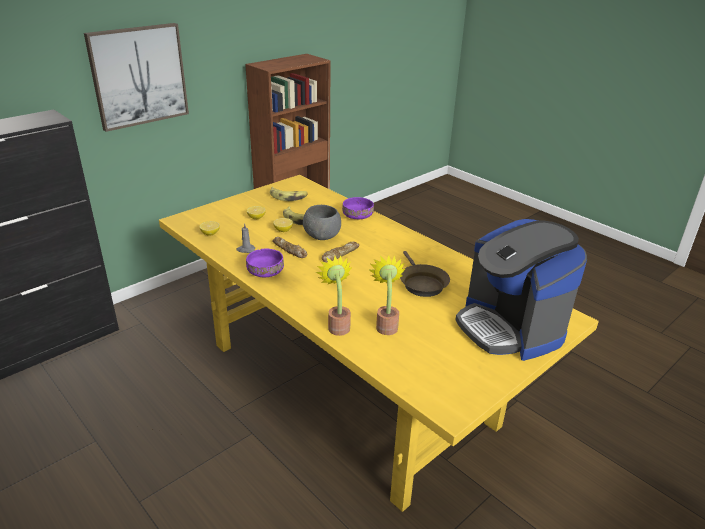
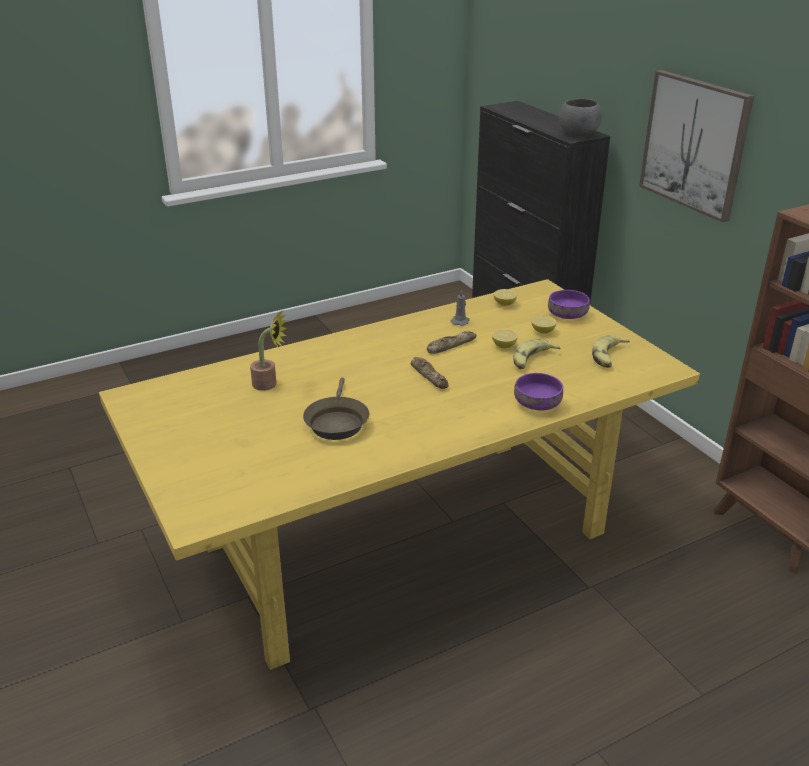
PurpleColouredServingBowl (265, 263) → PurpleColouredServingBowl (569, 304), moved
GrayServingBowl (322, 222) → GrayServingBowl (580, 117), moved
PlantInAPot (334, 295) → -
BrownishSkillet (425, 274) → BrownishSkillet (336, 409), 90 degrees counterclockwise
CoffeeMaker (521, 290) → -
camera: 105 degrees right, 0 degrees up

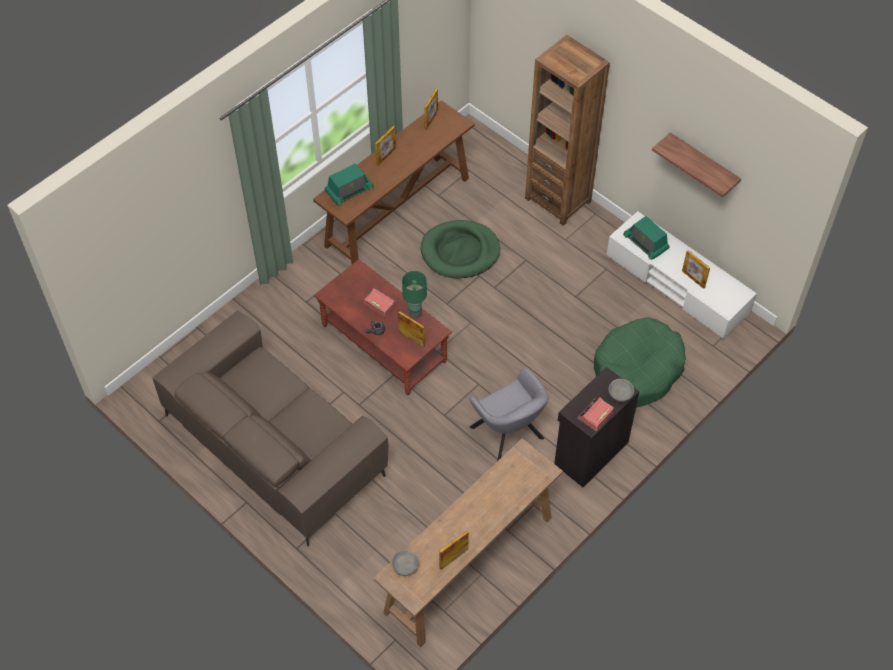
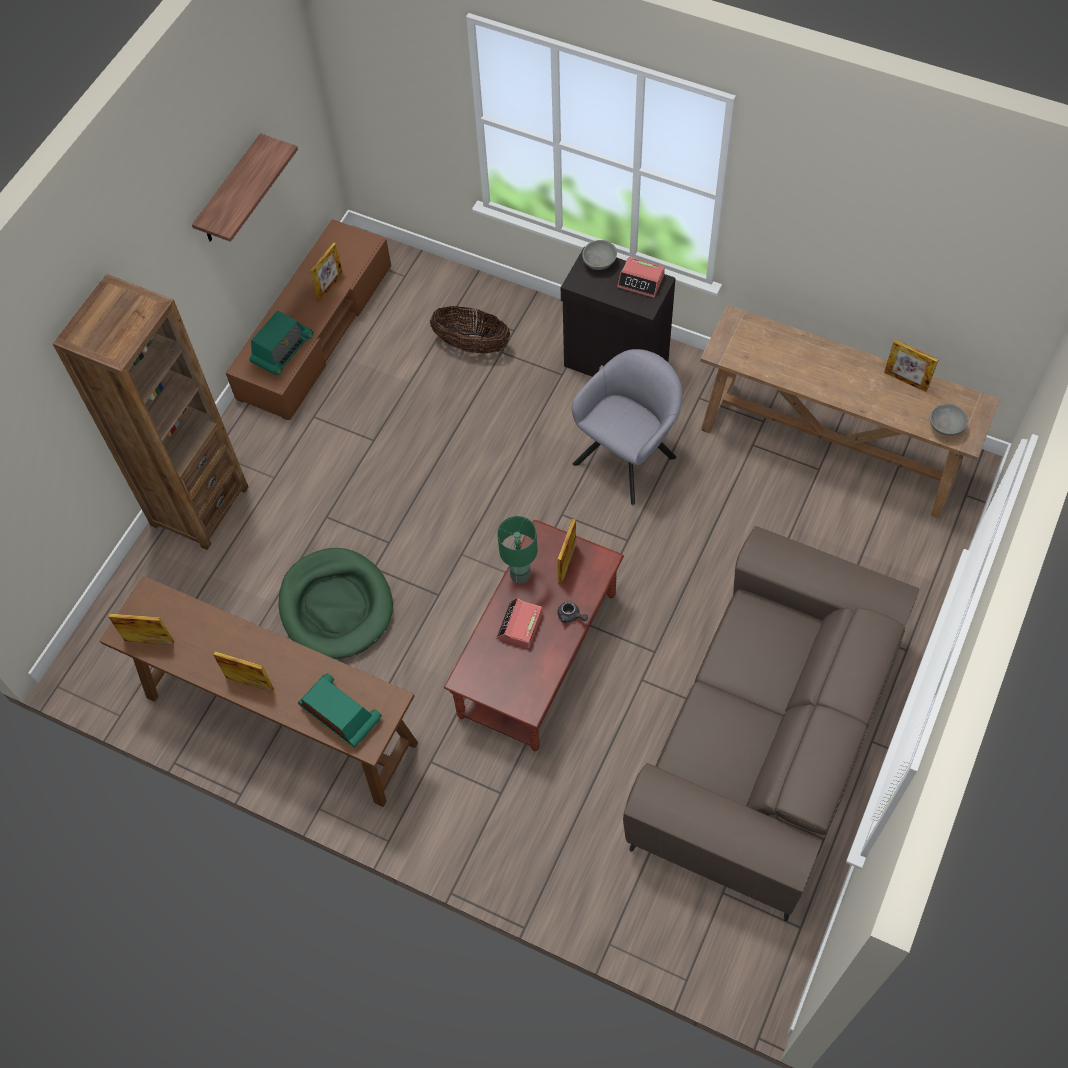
GreenColouredDogCushion (639, 363) → StorageBasket (470, 330)
WhitishTvStand (682, 275) → BrownishTvStand (308, 319)
camera: 105 degrees left, 5 degrees up

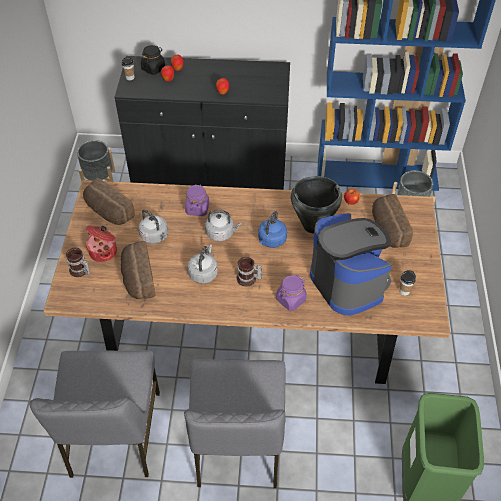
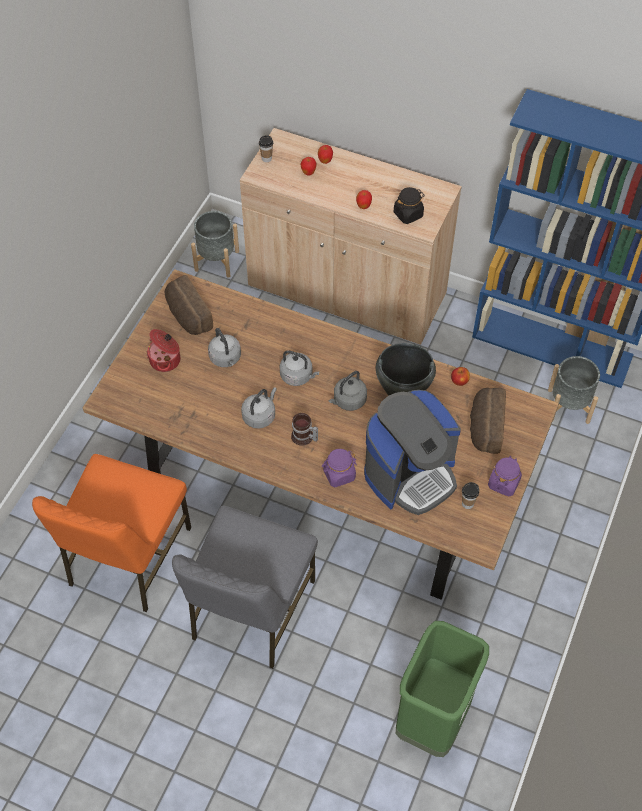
GrayPlainChair (95, 414) → OrangeColouredPlainChair (111, 533)
TeaMug (78, 262) → -
BlackStorageCabinet (202, 123) → BeigeColouredStorageCabinet (351, 236)
Bread (138, 270) → -
BlackStorageJar (153, 60) → BlackStorageJar (409, 205), moved
PurpleColouredStorageJar (197, 200) → PurpleColouredStorageJar (505, 476), moved
BlueKettle (272, 229) → GrayKettle (347, 391)
CoffeeMaker (351, 264) → CoffeeMaker (412, 452), 60 degrees clockwise
camera: 20 degrees right, 5 degrees up

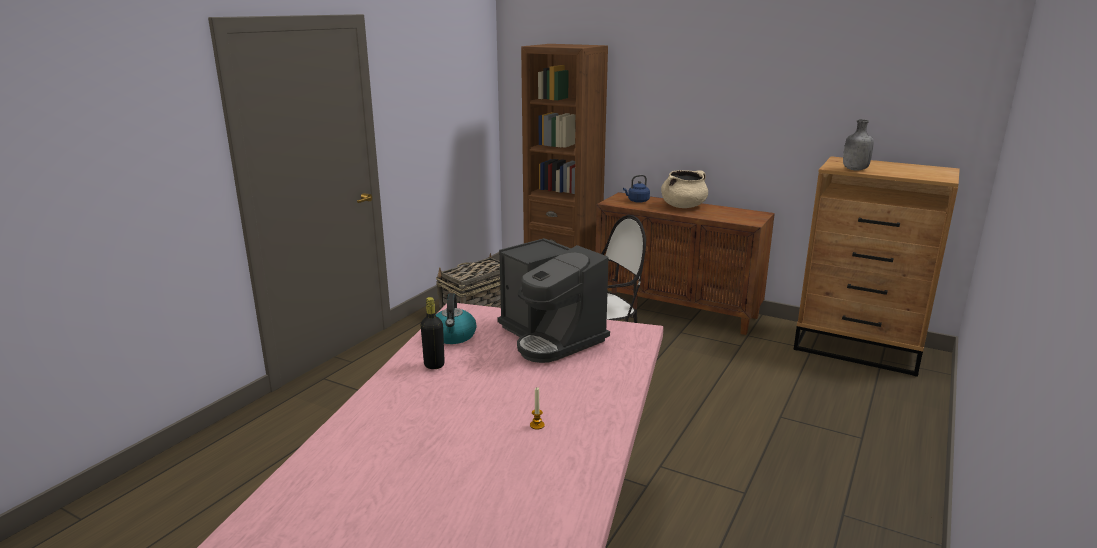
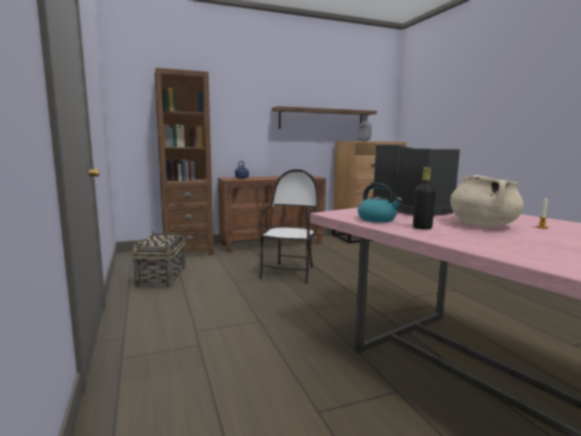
CoffeeMaker (553, 300) → CoffeeMaker (416, 180), 120 degrees counterclockwise
BeigeColouredStockpot (684, 189) → BeigeColouredStockpot (487, 201), moved
- → BrownishShelf (324, 117)
camera: 50 degrees left, 10 degrees down

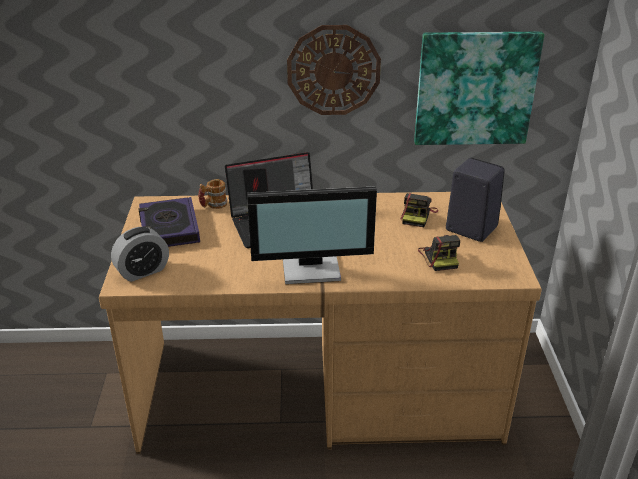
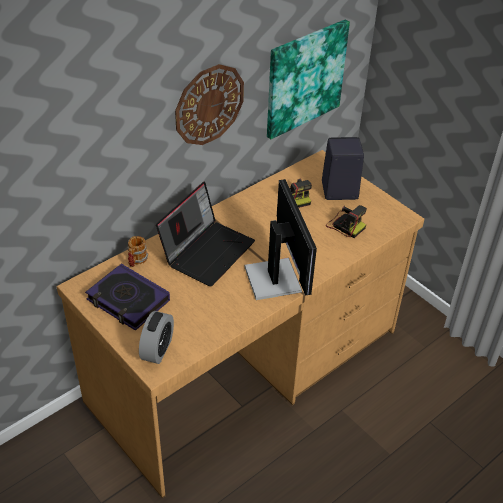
Monitor (312, 235) → Monitor (280, 239), 60 degrees counterclockwise
camera: 40 degrees left, 10 degrees up

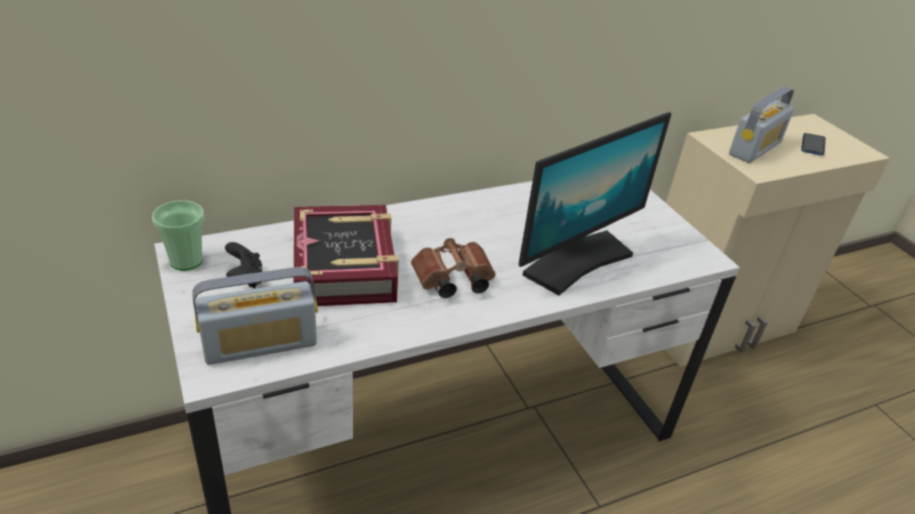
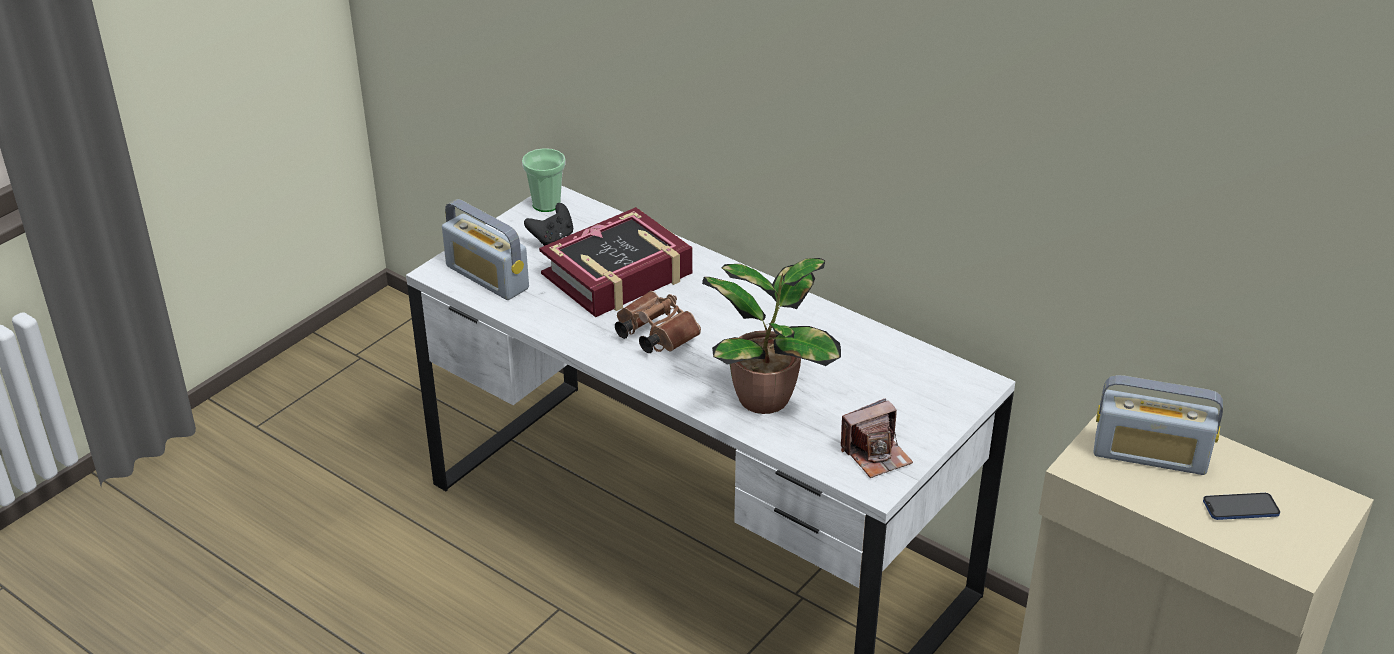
Monitor (595, 203) → PlantInAPot (771, 336)
- → PhotoCamera (877, 438)
camera: 65 degrees right, 0 degrees up

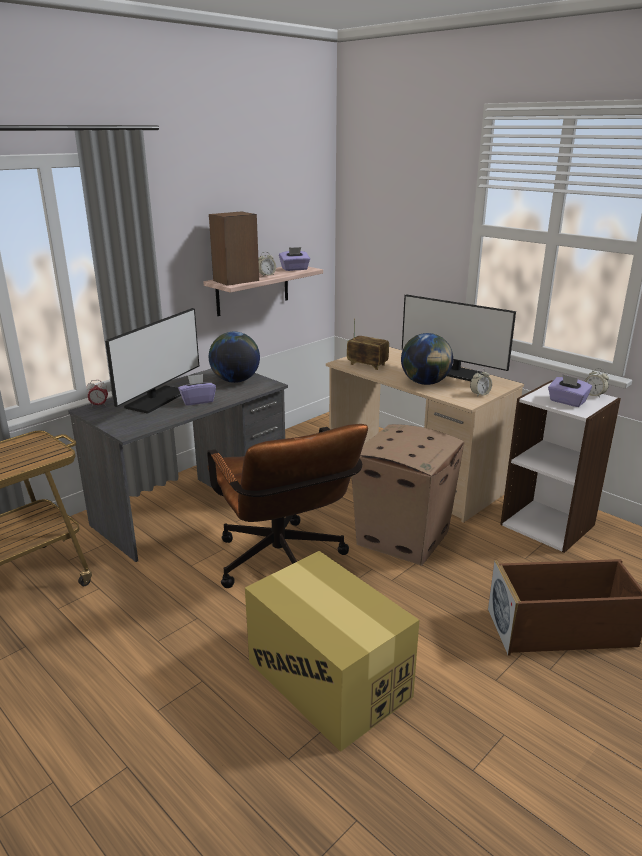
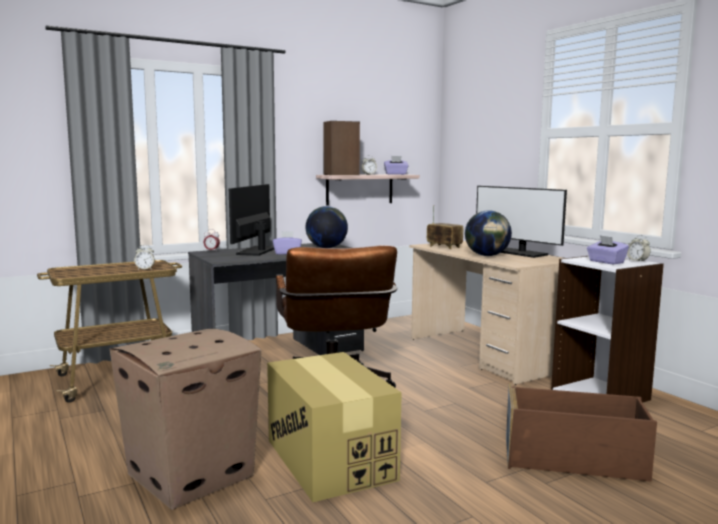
Monitor (152, 361) → Monitor (251, 220), 150 degrees clockwise
CardboardBox (408, 495) → CardboardBox (185, 419), moved
BedsideClock (481, 383) → BedsideClock (144, 257), moved
camera: 15 degrees right, 15 degrees down

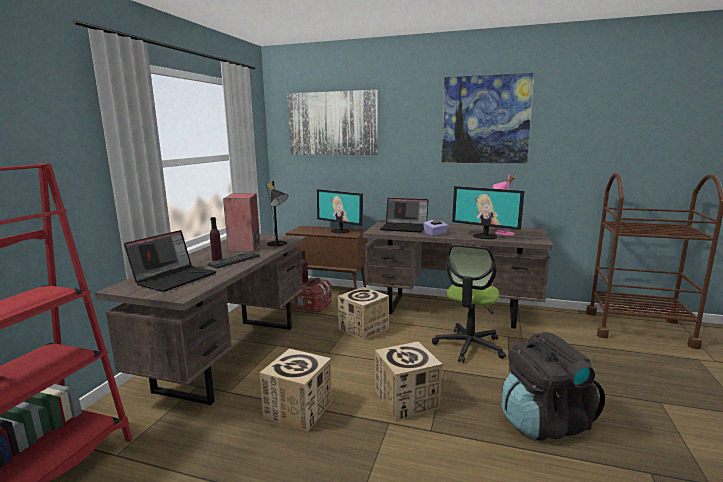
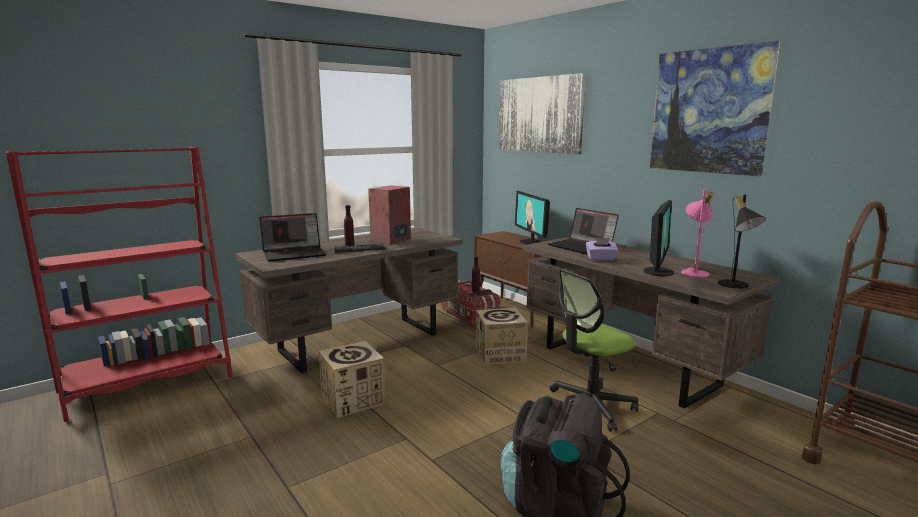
BlackTabletopLamp (277, 213) → BlackTabletopLamp (742, 242), moved
CardboardBox (409, 381) → -
Monitor (488, 212) → Monitor (659, 238), 135 degrees counterclockwise
camera: 35 degrees right, 0 degrees up

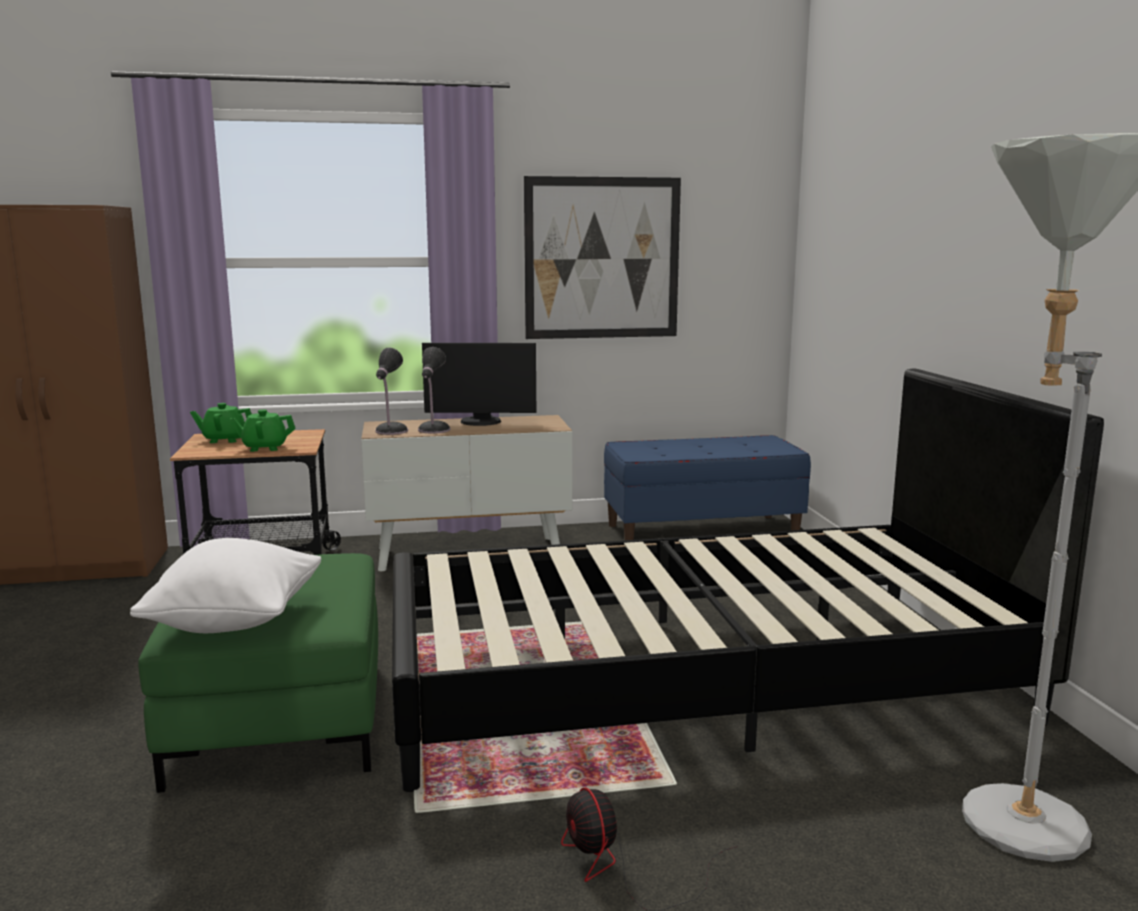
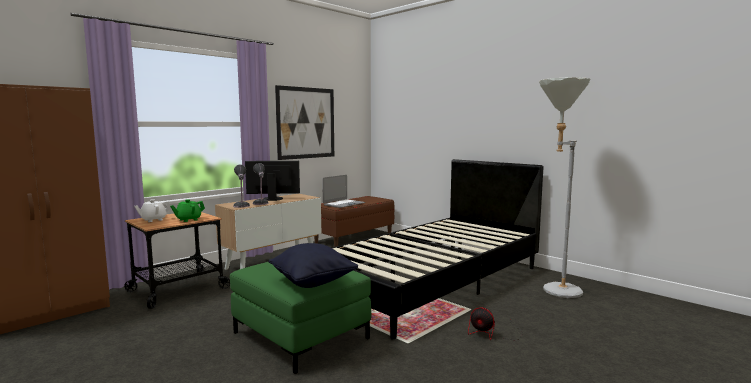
WhitishPillow (225, 585) → BlackPillow (313, 265)
GreenColouredTeapot (221, 423) → WhitishTeapot (152, 210)
Monitor (479, 384) → Monitor (272, 181), 150 degrees counterclockwise
BlueIndoorBench (707, 487) → BrownishIndoorBench (354, 221)
- → NotebookComputer (343, 191)
camera: 35 degrees left, 5 degrees down

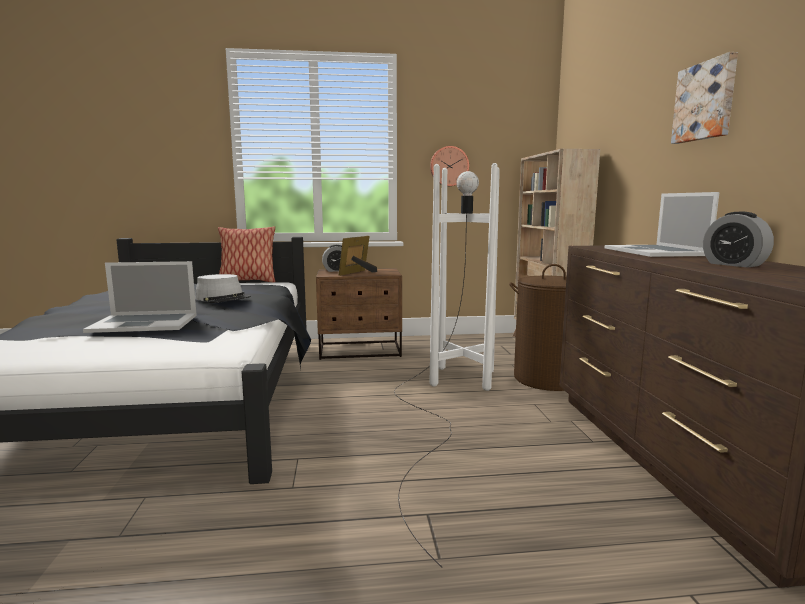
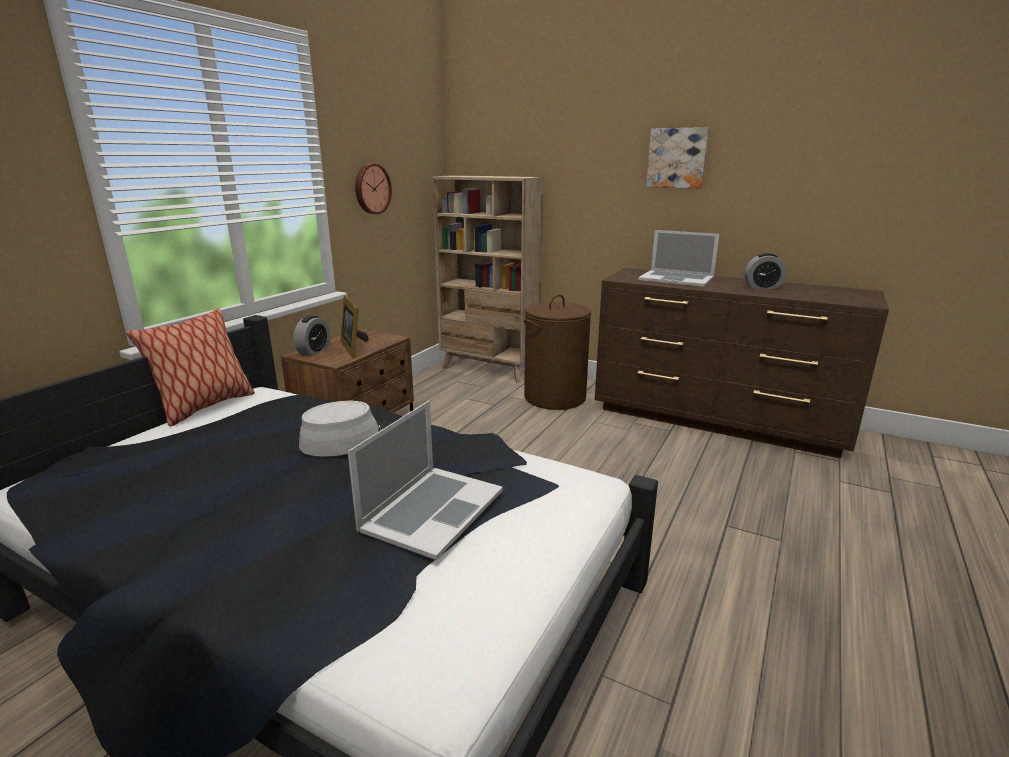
WhitishStandingLamp (447, 365) → -
camera: 55 degrees left, 10 degrees up

